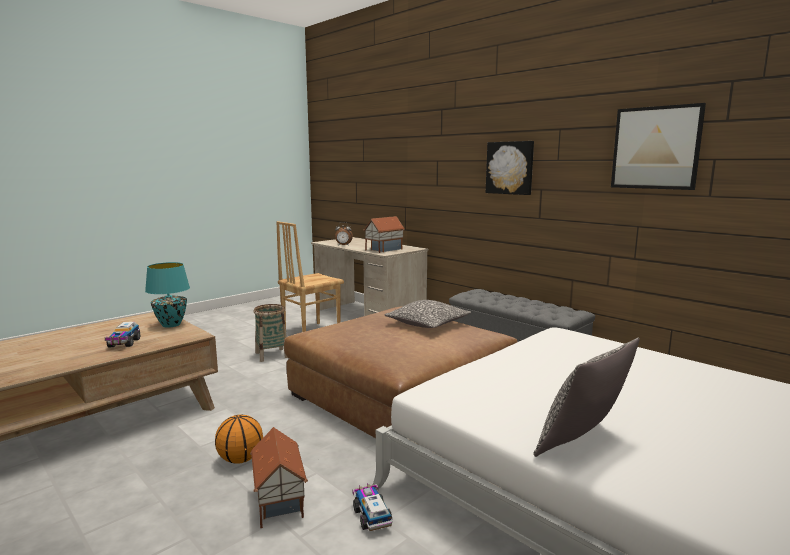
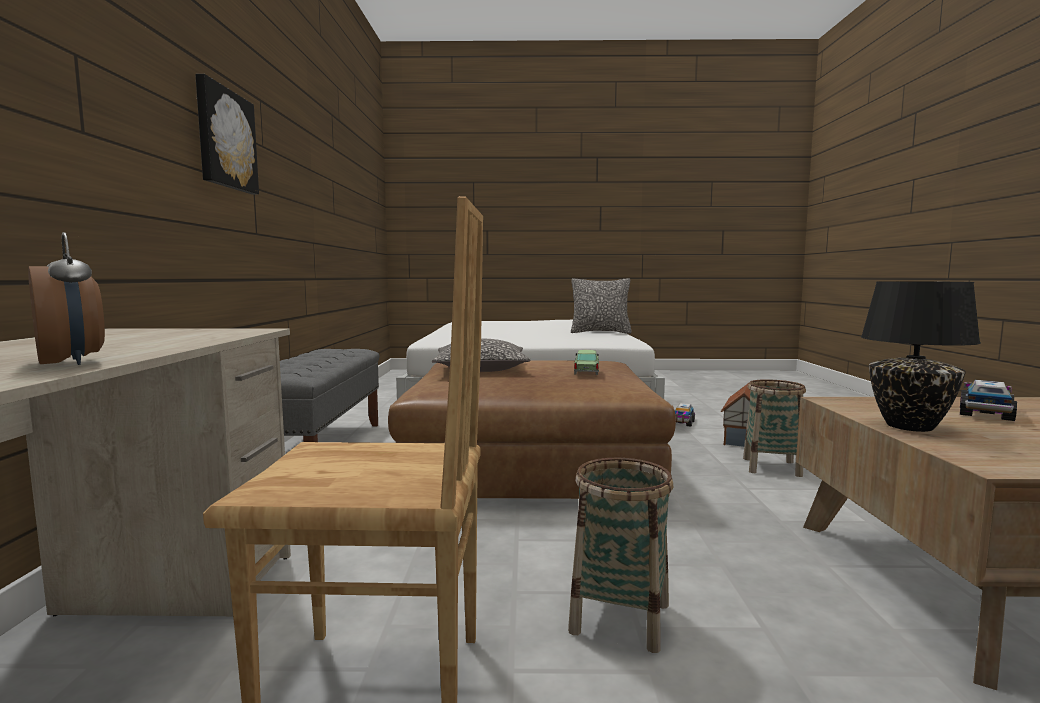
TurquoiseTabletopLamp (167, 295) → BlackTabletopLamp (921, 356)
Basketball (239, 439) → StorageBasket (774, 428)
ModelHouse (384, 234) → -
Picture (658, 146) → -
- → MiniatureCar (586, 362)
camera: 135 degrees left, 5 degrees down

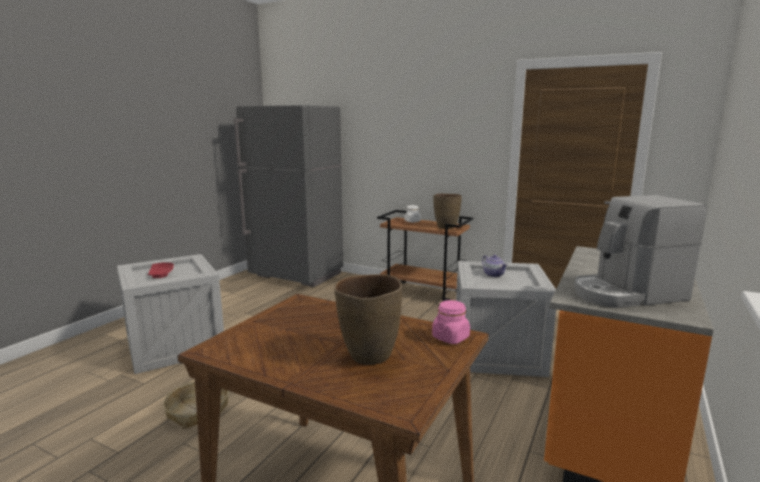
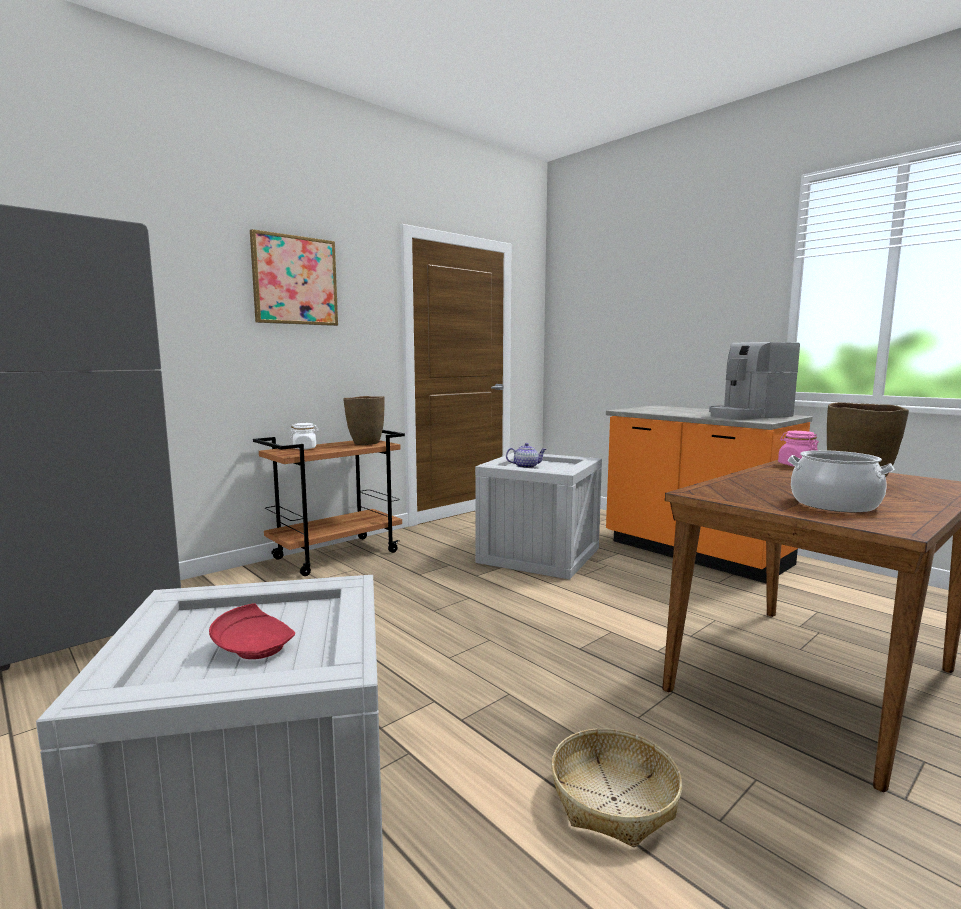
CoffeeMaker (640, 251) → CoffeeMaker (754, 380), 60 degrees clockwise
- → Picture (294, 277)
- → Stockpot (841, 481)
camera: 70 degrees left, 5 degrees down

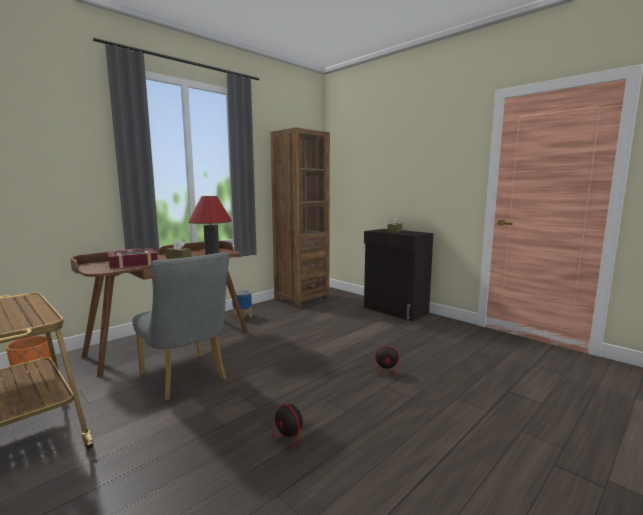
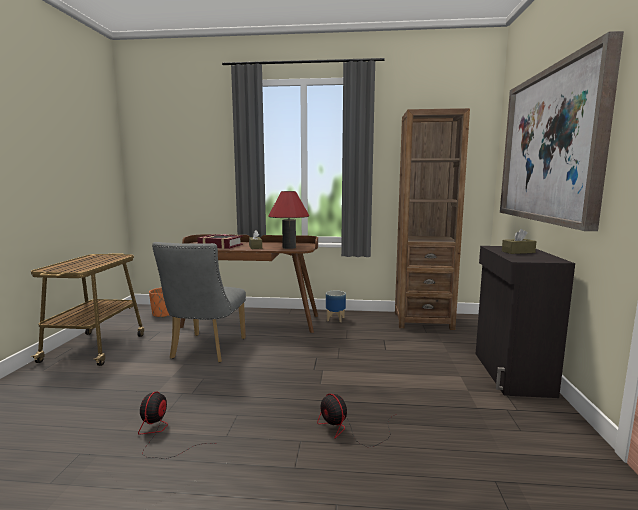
- → Picture (562, 131)
camera: 50 degrees right, 0 degrees up

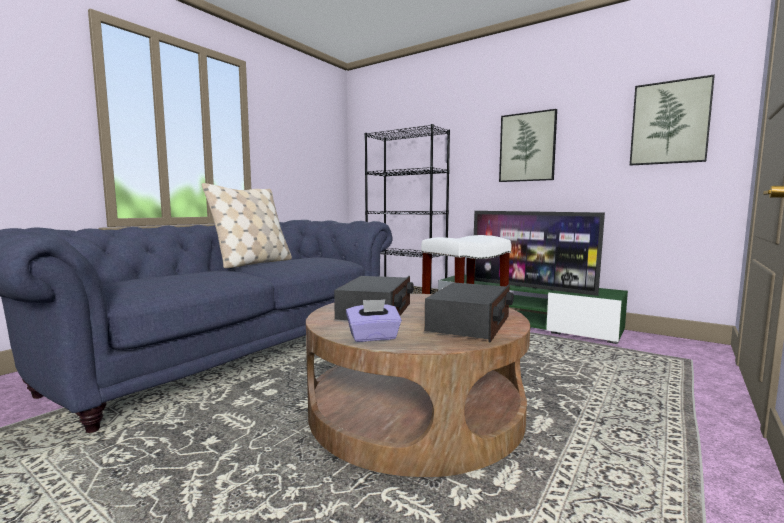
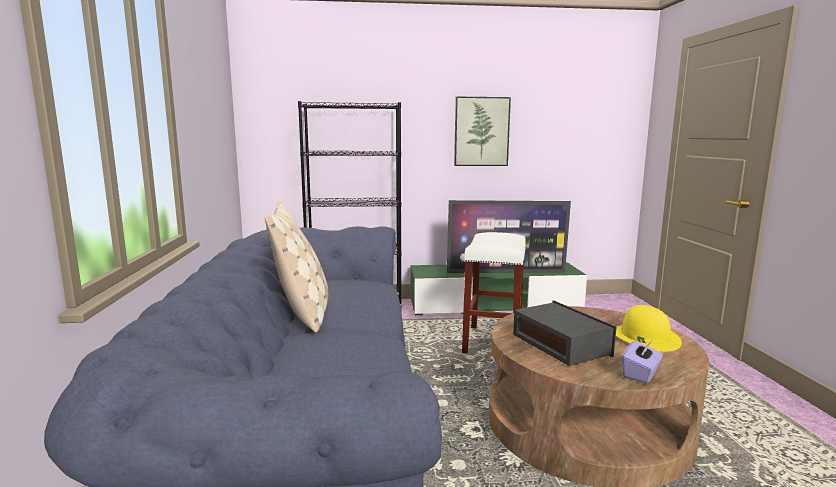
Radio (469, 312) → YellowColouredWearableHat (649, 328)
Picture (672, 120) → -
camera: 40 degrees left, 5 degrees up

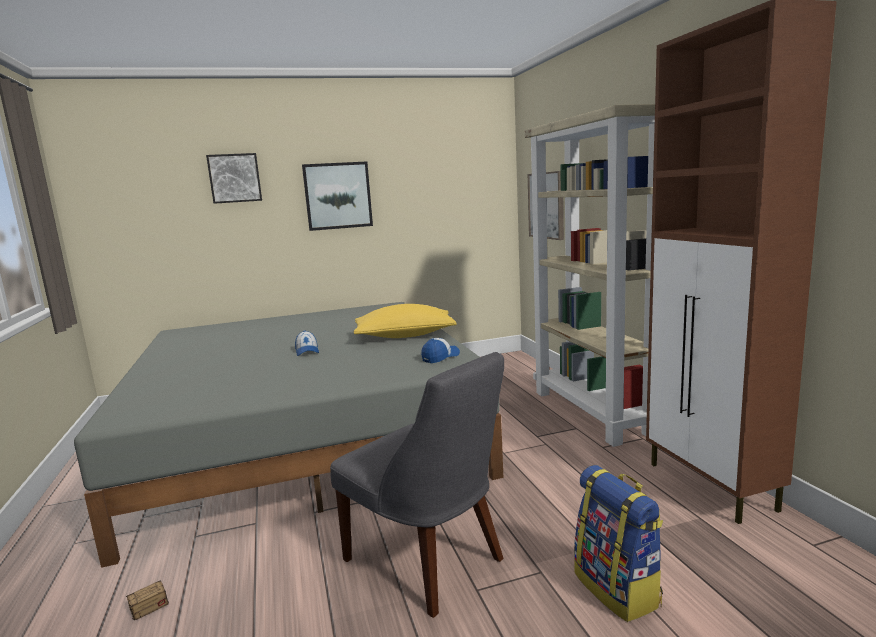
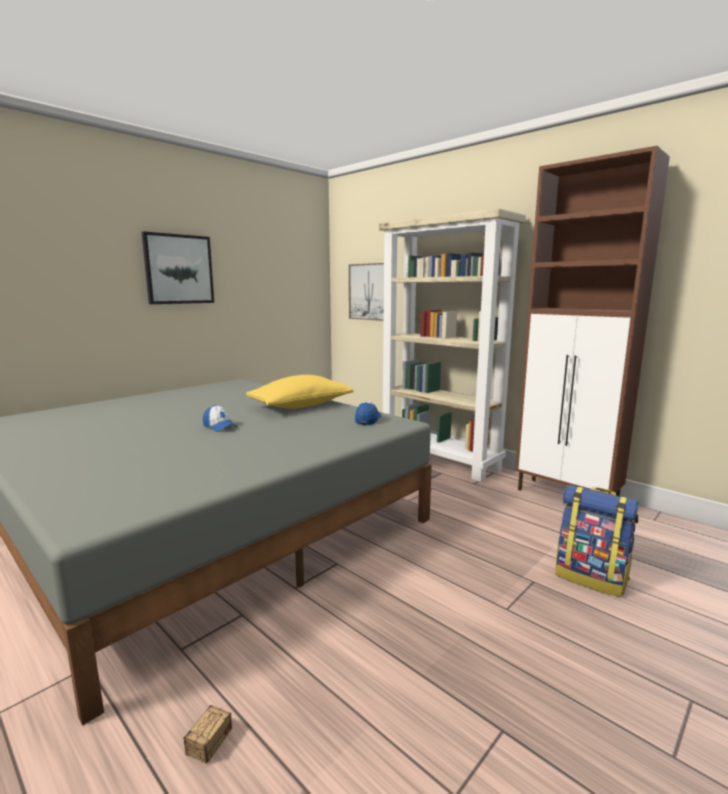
Picture (234, 178) → -
GrayPlainChair (417, 485) → -
camera: 30 degrees left, 0 degrees up

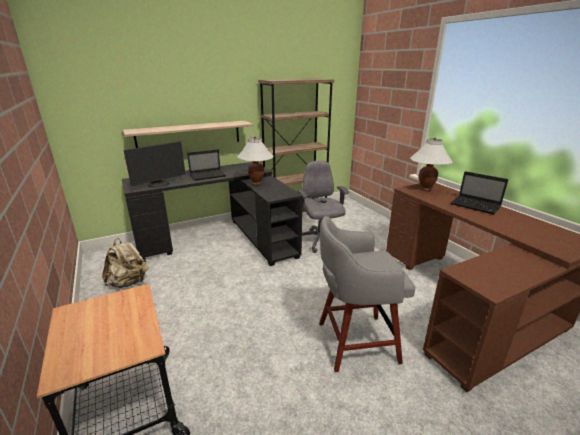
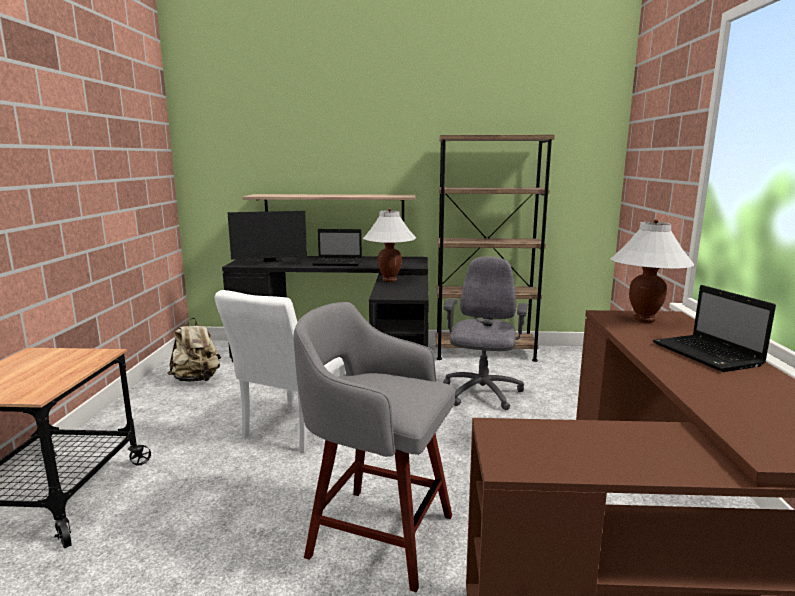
- → WhitishPlainChair (280, 371)
camera: 30 degrees right, 10 degrees down

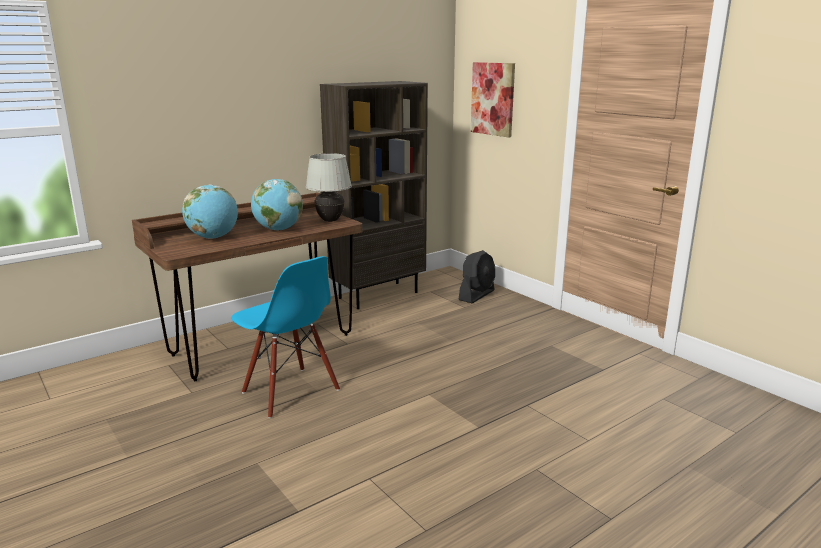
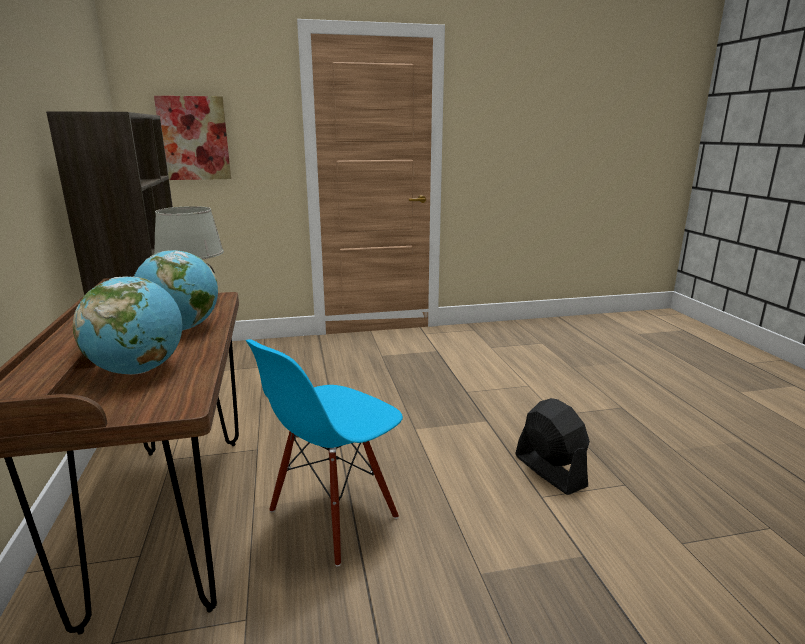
BluePlainChair (285, 337) → BluePlainChair (324, 453), 150 degrees clockwise
BlackElectricFan (476, 276) → BlackElectricFan (552, 446), moved
camera: 65 degrees left, 0 degrees up

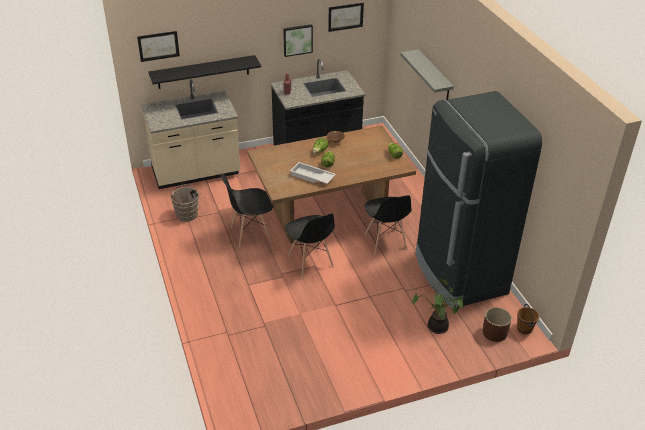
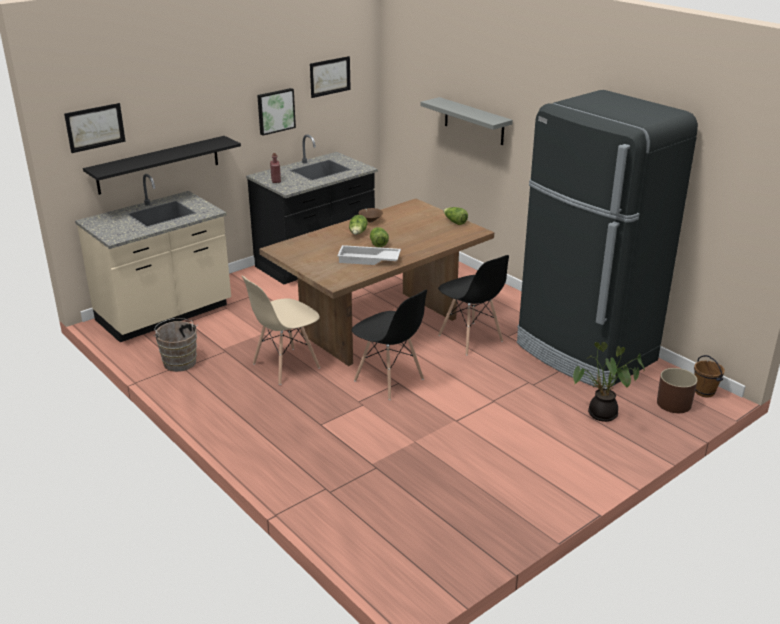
BlackPlainChair (247, 210) → BeigeColouredPlainChair (281, 330)
camera: 20 degrees left, 10 degrees down

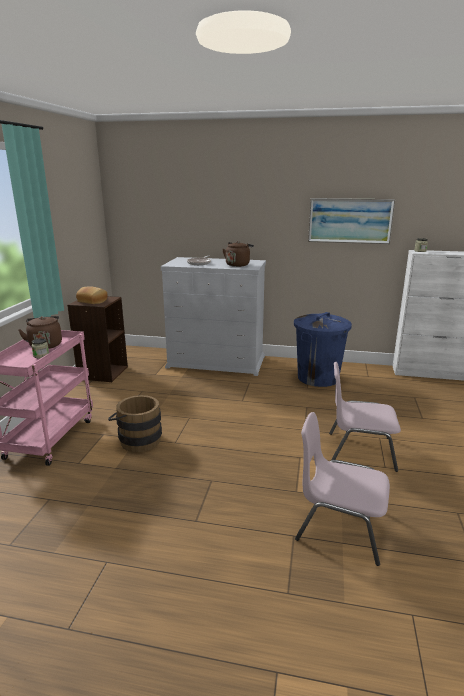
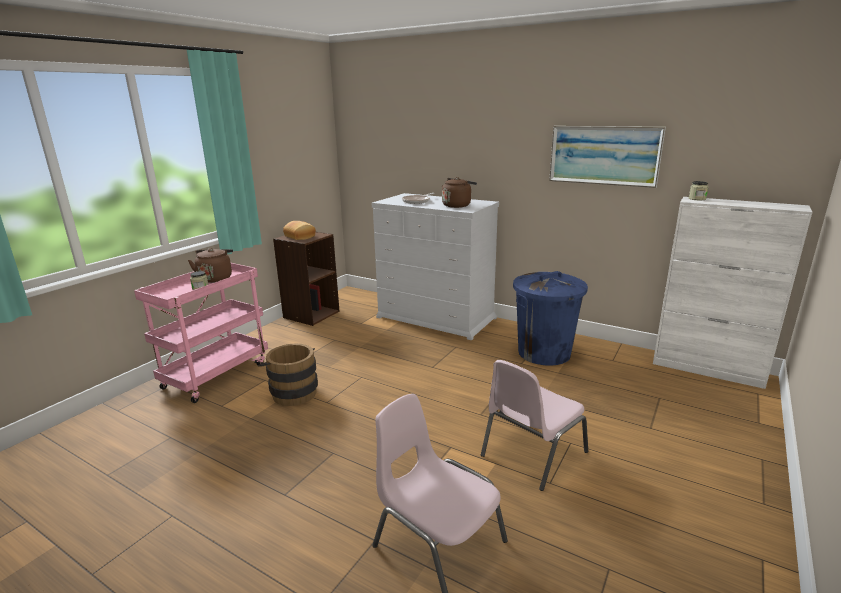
PinkColouredPlainChair (365, 417) → PinkColouredPlainChair (534, 425), 75 degrees counterclockwise
camera: 20 degrees right, 0 degrees up

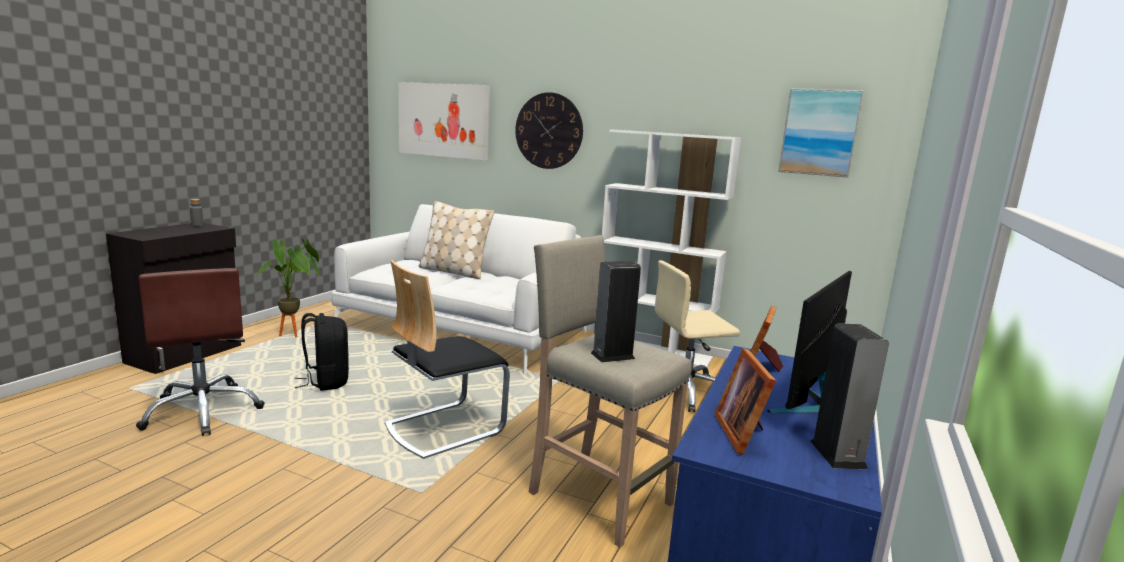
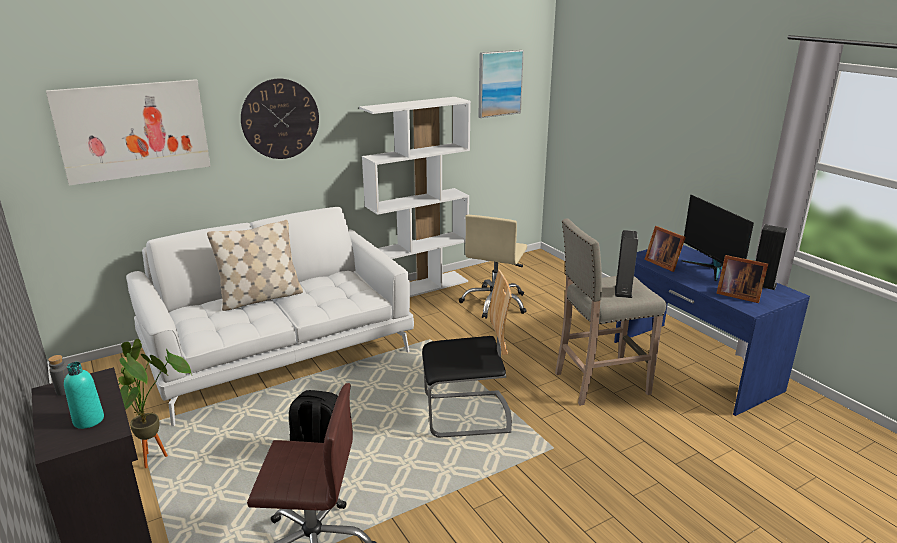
PlainChair (447, 359) → PlainChair (467, 354), 90 degrees counterclockwise
- → TurquoiseBottle (84, 395)
camera: 55 degrees left, 10 degrees up

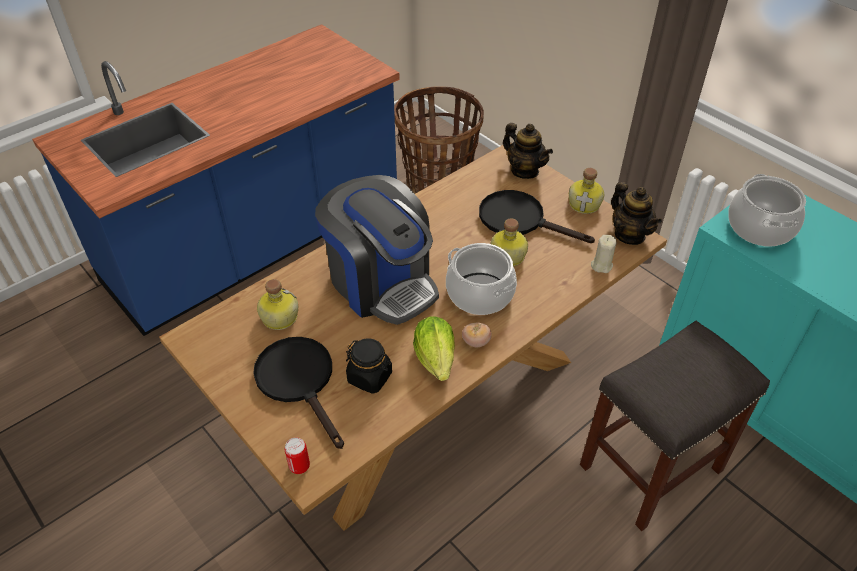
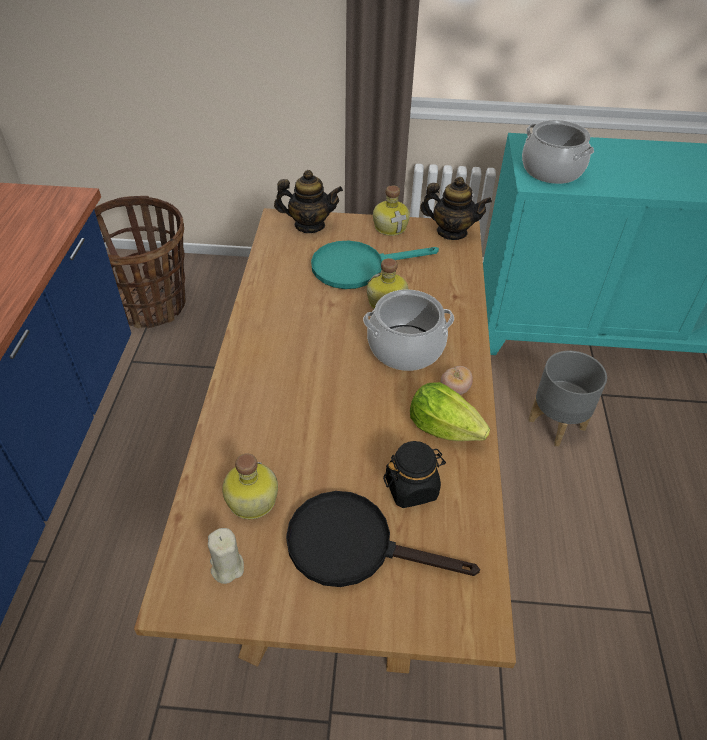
MetalCan (297, 455) → -
CoffeeMaker (377, 250) → -
BlackSkillet (537, 216) → TurquoiseSkillet (375, 265)
GrayStool (675, 426) → GrayPlantPot (568, 399)
BeigeColouredWaxCandle (603, 254) → BeigeColouredWaxCandle (226, 556), moved
camera: 45 degrees left, 0 degrees up

